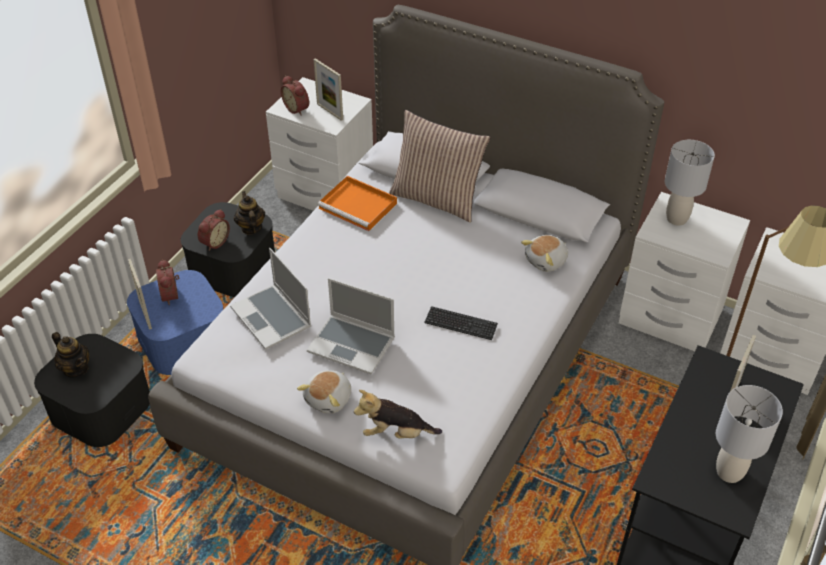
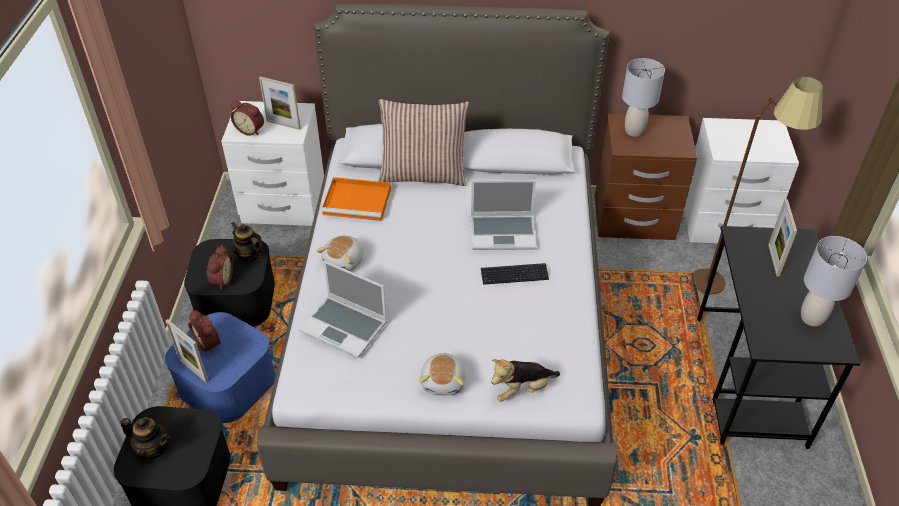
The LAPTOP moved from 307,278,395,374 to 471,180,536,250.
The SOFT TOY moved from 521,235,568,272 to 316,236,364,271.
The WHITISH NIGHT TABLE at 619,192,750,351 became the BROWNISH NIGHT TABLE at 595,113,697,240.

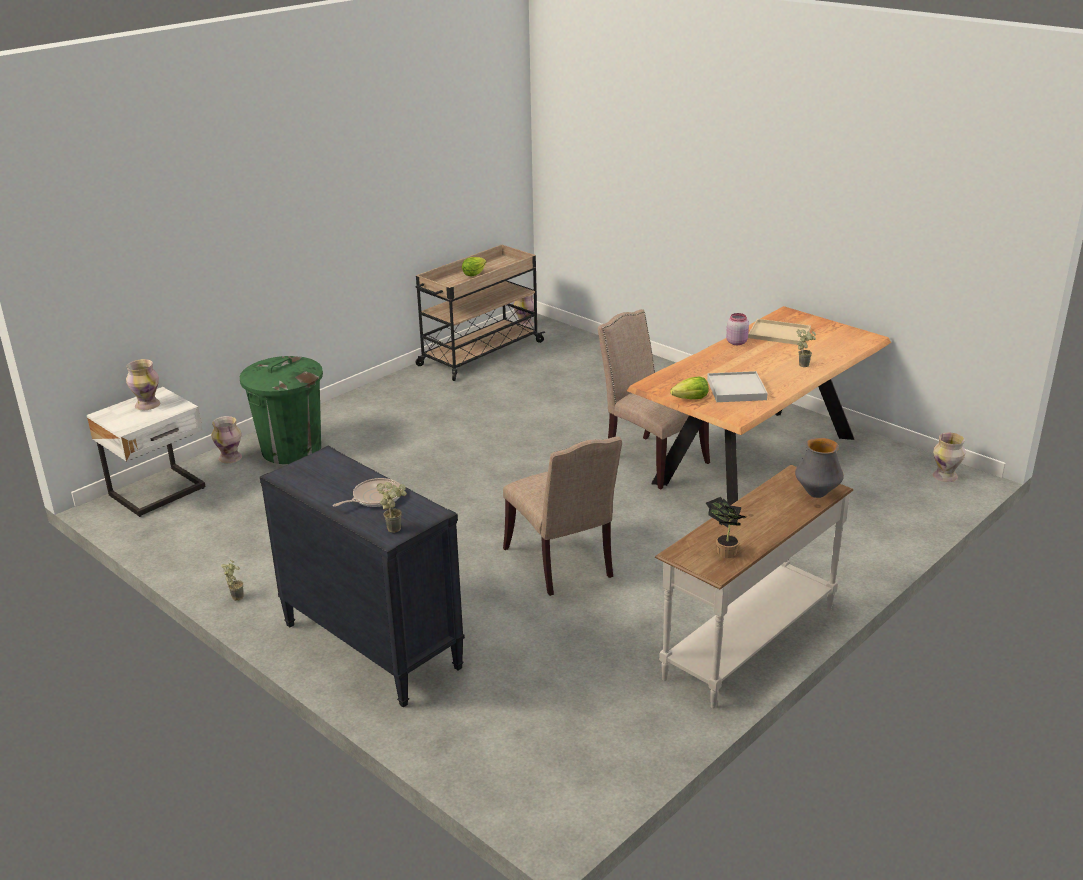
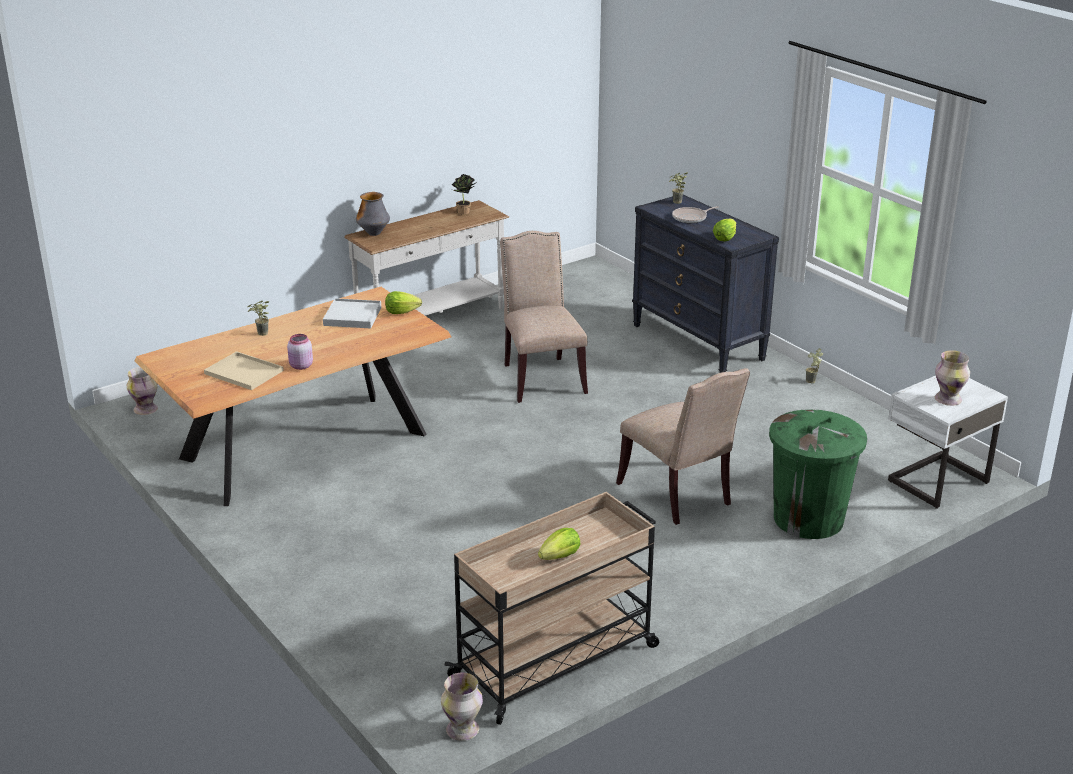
The DECORATIVE VASE at 211,416,242,463 disappeared.
The BEIGE-COLOURED PLAIN CHAIR moved from 598,309,710,490 to 616,368,750,525.
The LETTUCE at 713,219,736,241 appeared.

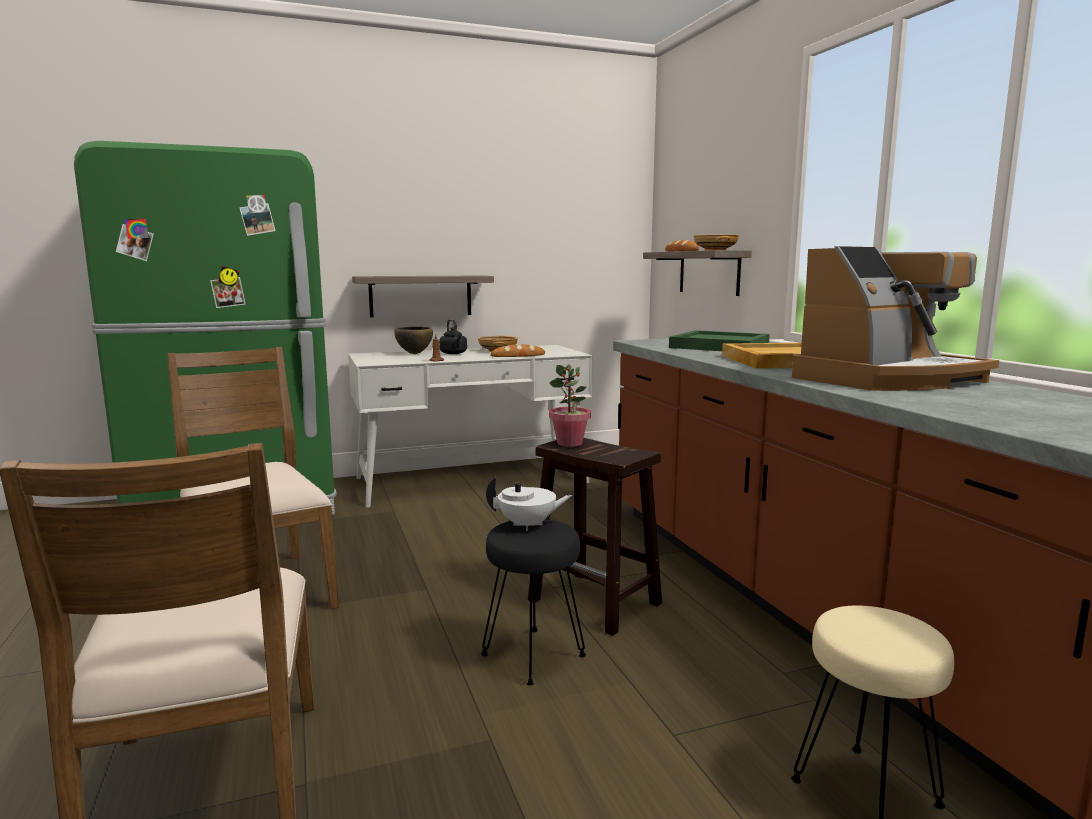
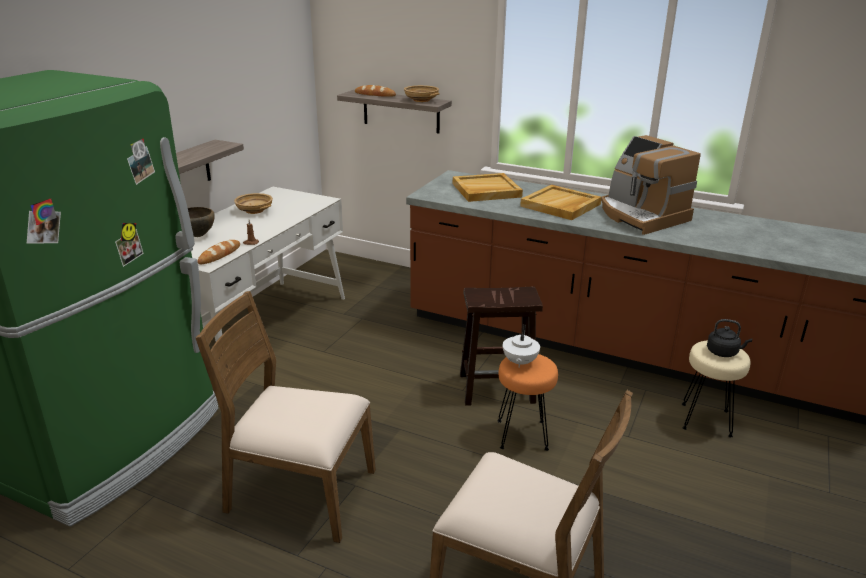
The BLACK TEA KETTLE moved from 439,319,467,354 to 707,319,752,357.
The BLACK SITTING STOOL at 481,519,586,685 became the ORANGEY SITTING STOOL at 497,354,558,451.
The WHITISH POT FOR TEA at 486,476,573,531 turned 150 degrees clockwise.
The BAKERY BREAD moved from 490,344,545,357 to 197,240,240,264.
The POTTED PLANT at 549,364,591,447 disappeared.
The GREEN SERVING TRAY at 669,330,770,351 became the BEIGE-COLOURED SERVING TRAY at 453,173,523,202.
The COFFEE BREWER at 792,246,999,391 turned 135 degrees clockwise.

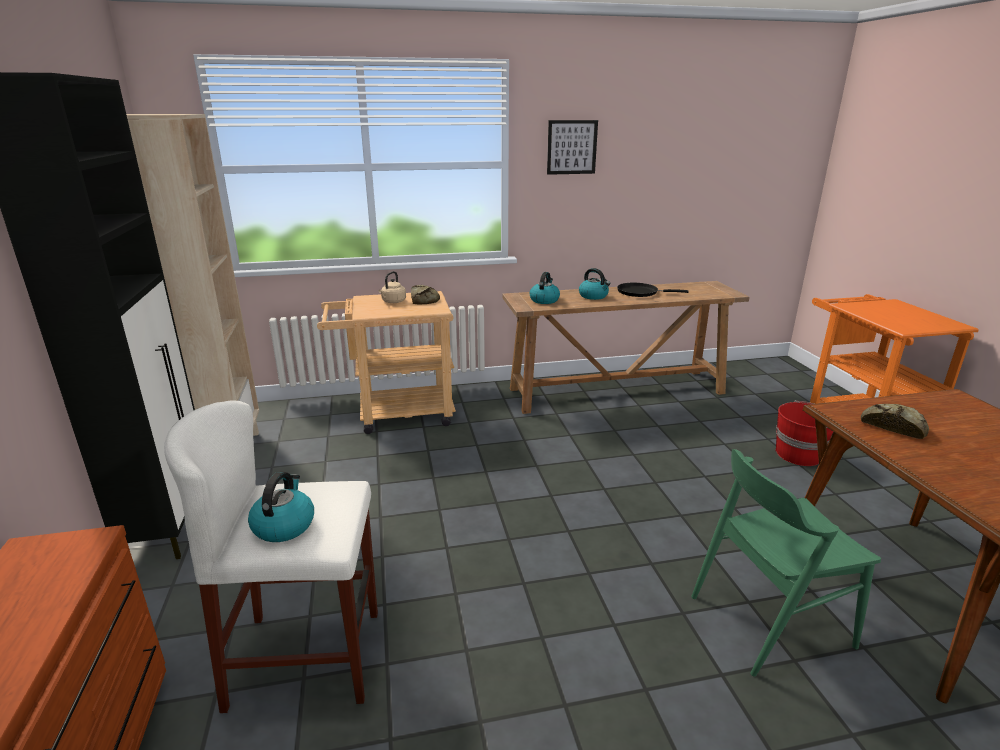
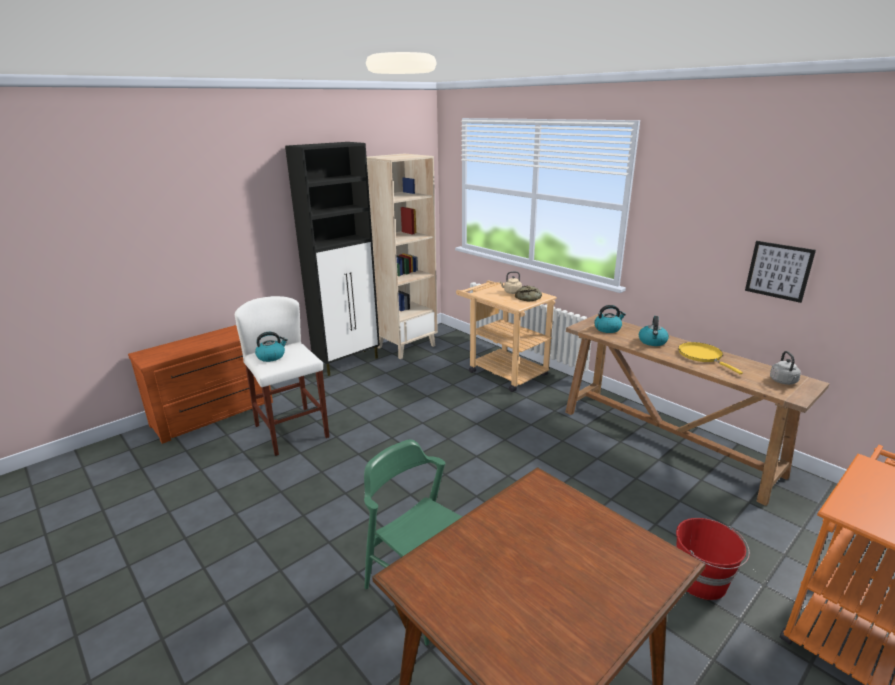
The PICTURE moved from 547,120,598,175 to 745,241,816,303.
The BLACK PAN at 617,283,689,297 became the YELLOW PAN at 678,342,743,374.
The BAKERY BREAD at 861,404,929,439 disappeared.
The GREY TEA KETTLE at 770,351,801,385 appeared.

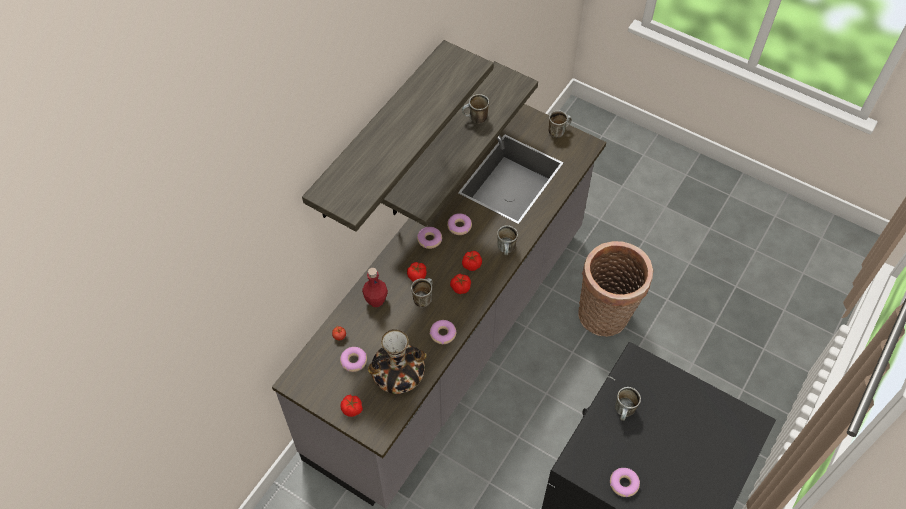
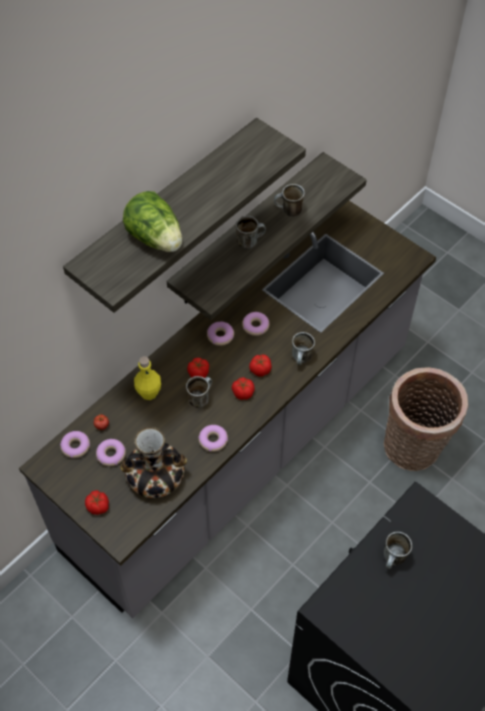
The RED-COLOURED BEVERAGE BOTTLE at 362,268,388,307 became the YELLOW BEVERAGE BOTTLE at 134,356,161,400.
The MUG moved from 548,110,572,138 to 236,216,266,250.
The RING DOUGHNUT moved from 610,468,640,497 to 60,431,90,458.
The LETTUCE at 123,191,182,252 appeared.

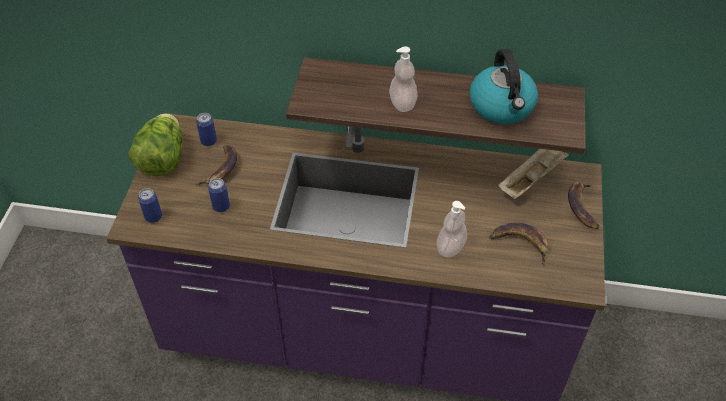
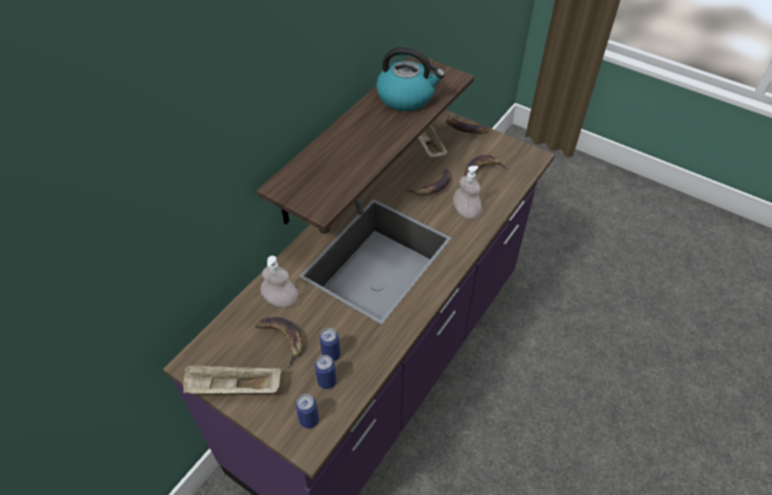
The LETTUCE at 129,113,182,176 was replaced by the BEIGE-COLOURED SERVING TRAY at 183,365,281,394.
The METAL CAN moved from 196,113,217,146 to 315,355,337,389.
The SOAP DISPENSER moved from 389,46,418,112 to 261,256,298,307.
The WHOLE BANANA at 405,169,451,196 appeared.

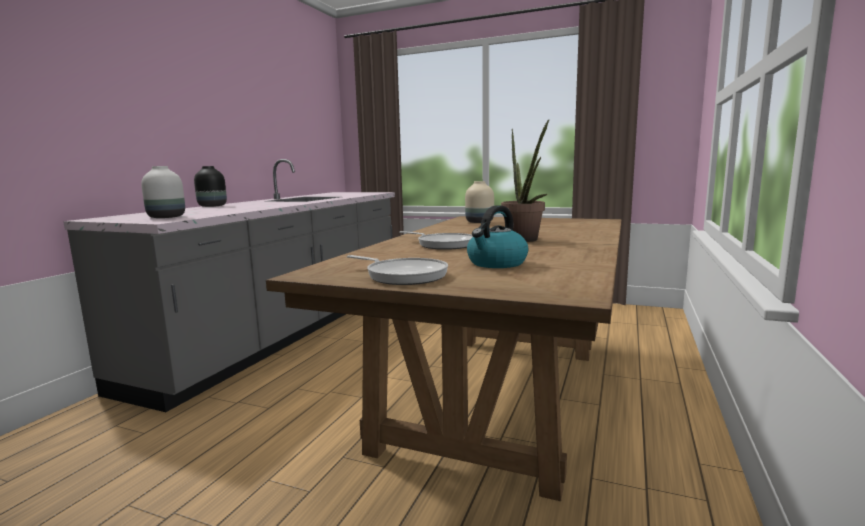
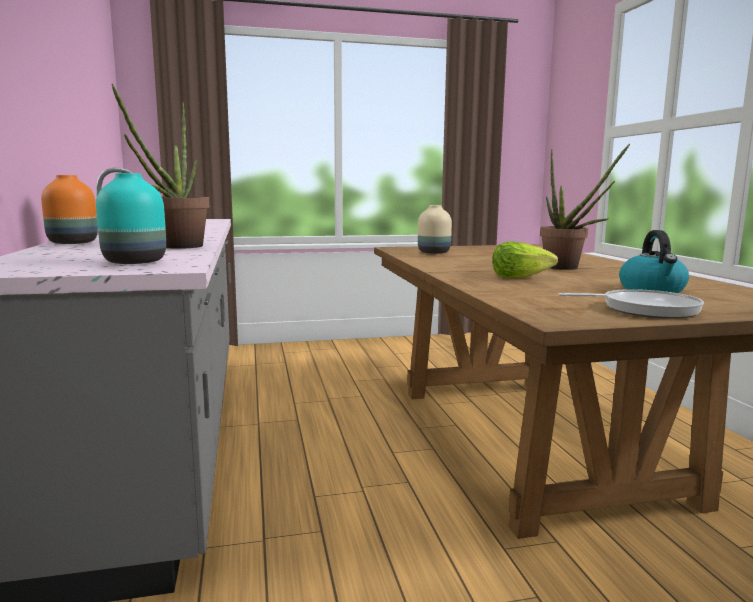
The WHITISH DECORATIVE VASE at 141,166,185,218 became the TURQUOISE-COLOURED DECORATIVE VASE at 96,173,166,264.
The BLACK DECORATIVE VASE at 194,166,227,207 became the ORANGEY DECORATIVE VASE at 41,175,98,244.
The PAN at 399,231,473,250 was replaced by the LETTUCE at 492,241,558,278.
The POTTED PLANT at 111,84,210,249 appeared.

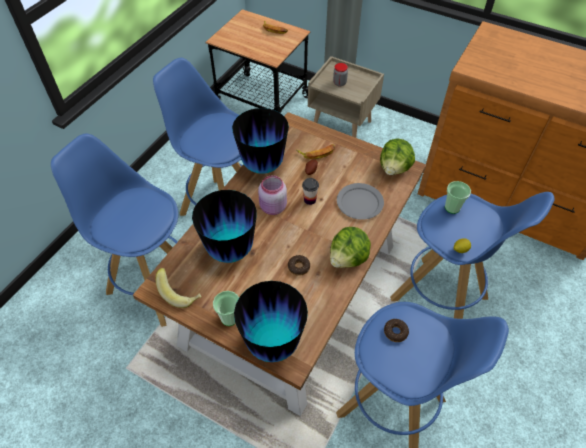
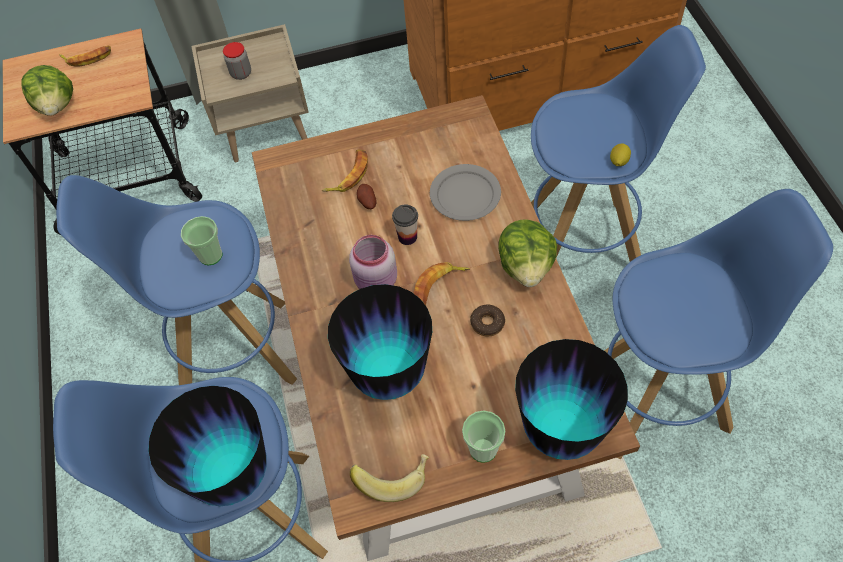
The DECORATIVE VASE moved from 232,108,289,174 to 148,386,267,506.
The LETTUCE moved from 380,139,415,175 to 21,65,73,116.
The RING DOUGHNUT at 384,319,409,342 disappeared.
The CUP moved from 445,181,471,214 to 181,216,222,265.
The WHOLE BANANA at 413,262,470,306 appeared.

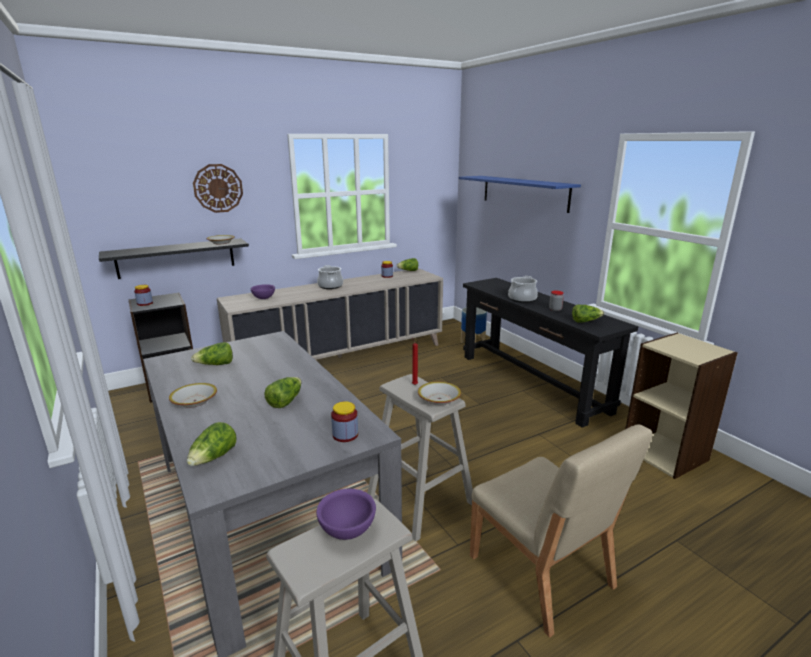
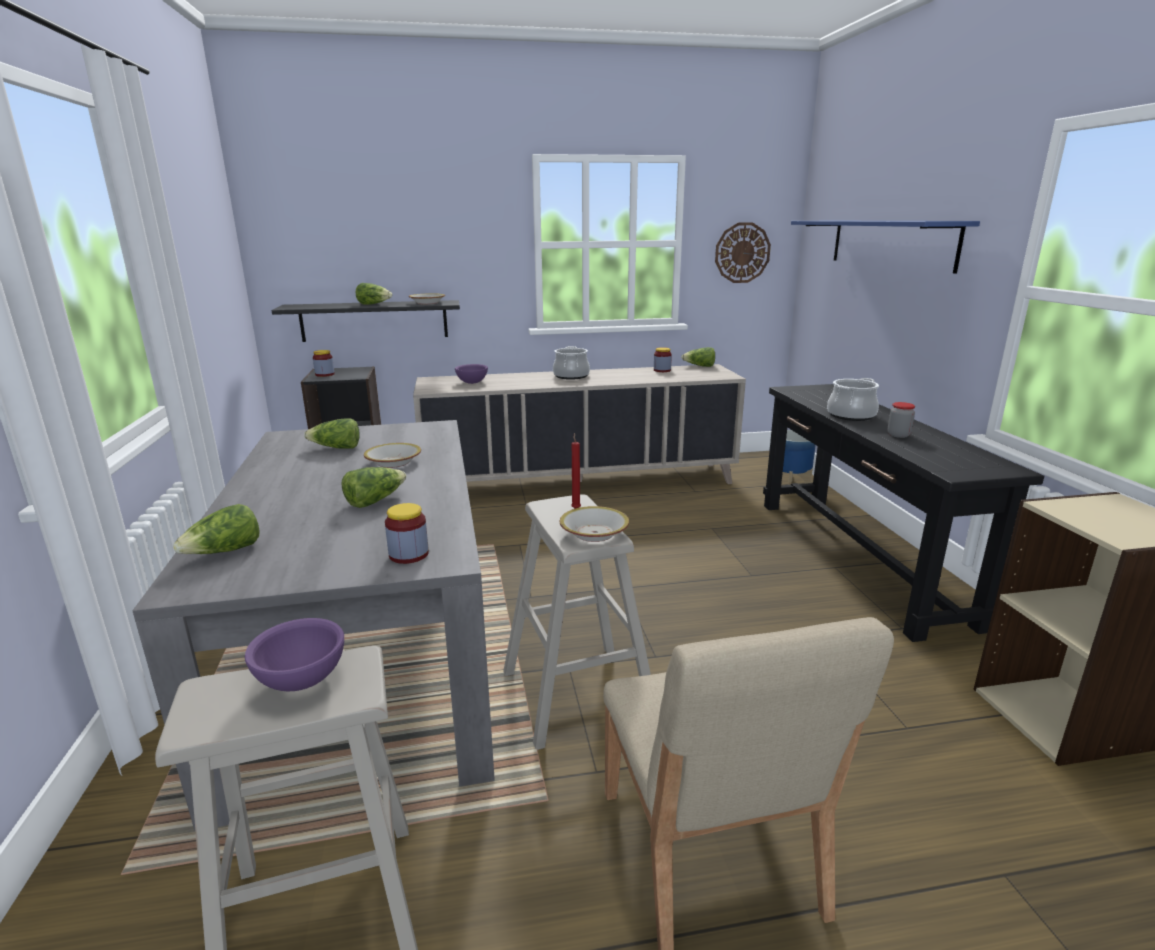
The BOWL moved from 169,383,217,408 to 364,443,421,468.
The WALL CLOCK moved from 193,164,243,213 to 715,222,771,283.
The LETTUCE moved from 572,305,604,323 to 356,283,392,305.

